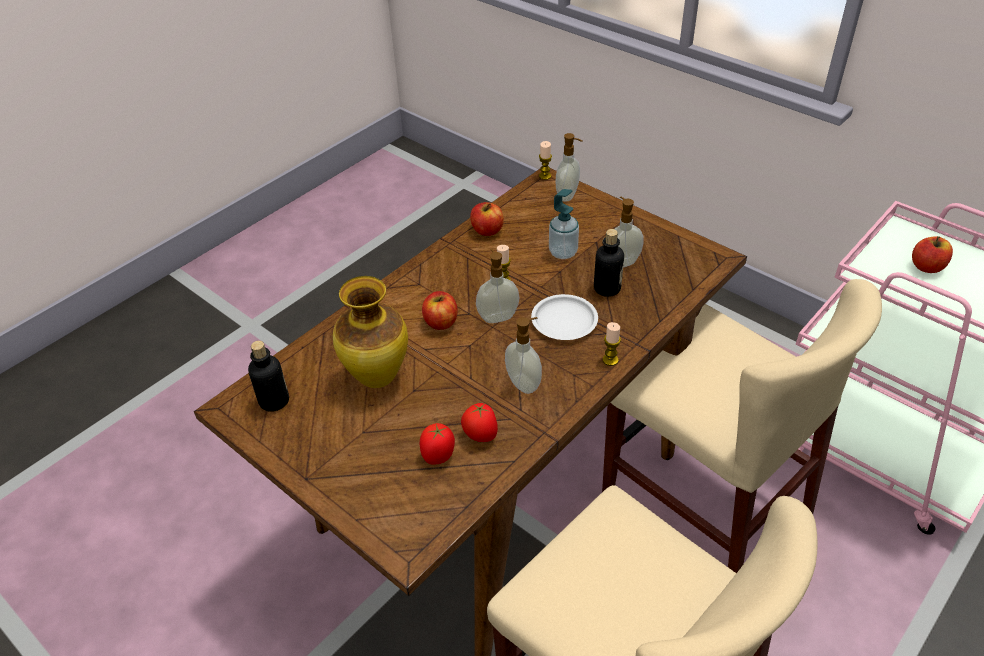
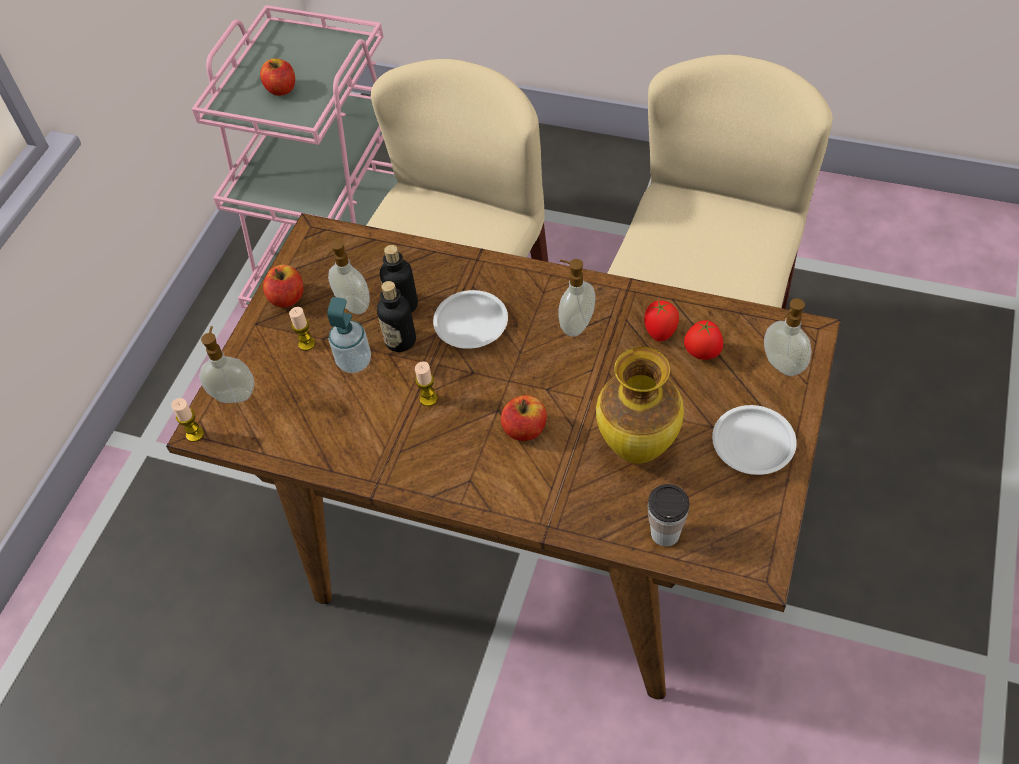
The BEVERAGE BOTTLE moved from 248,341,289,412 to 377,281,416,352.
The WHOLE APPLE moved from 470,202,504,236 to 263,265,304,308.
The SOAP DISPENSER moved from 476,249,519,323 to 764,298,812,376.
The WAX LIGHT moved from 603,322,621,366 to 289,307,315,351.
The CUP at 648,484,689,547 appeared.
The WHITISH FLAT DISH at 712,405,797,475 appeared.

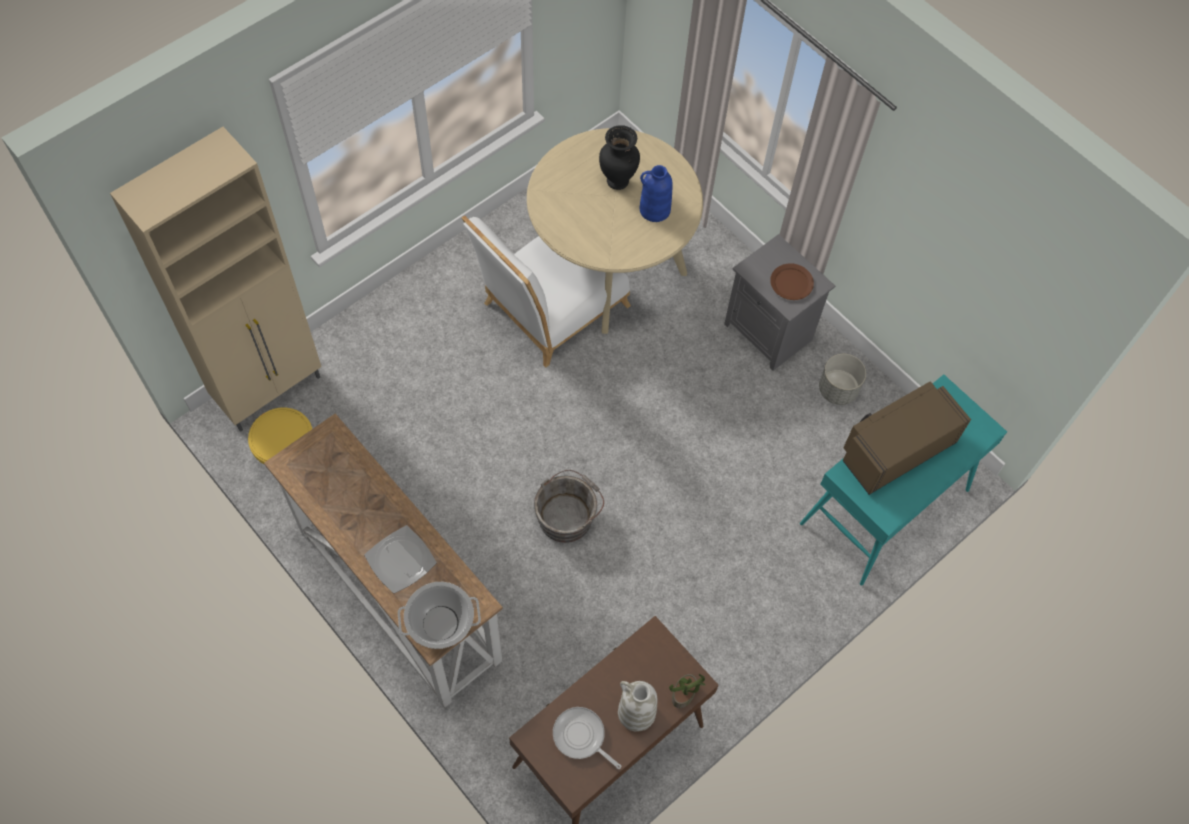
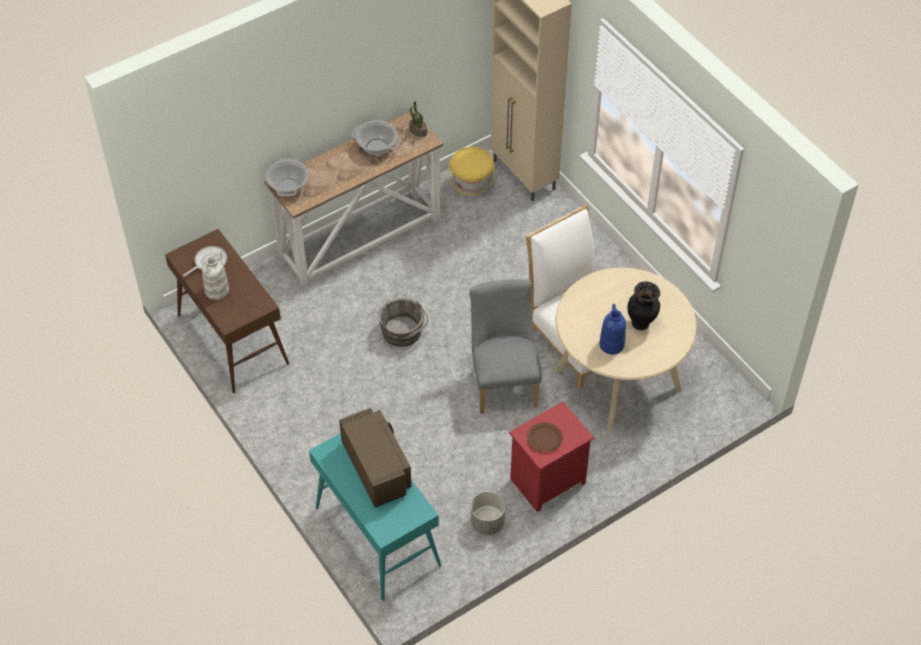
The FLAT DISH at 364,525,437,593 disappeared.
The POTTED PLANT moved from 669,674,705,708 to 409,101,427,137.
The GREY NIGHT TABLE at 724,234,835,371 became the RED-COLOURED NIGHT TABLE at 509,402,594,512.
The COOKING POT at 352,121,401,155 appeared.
The GREY PLAIN CHAIR at 470,279,542,414 appeared.

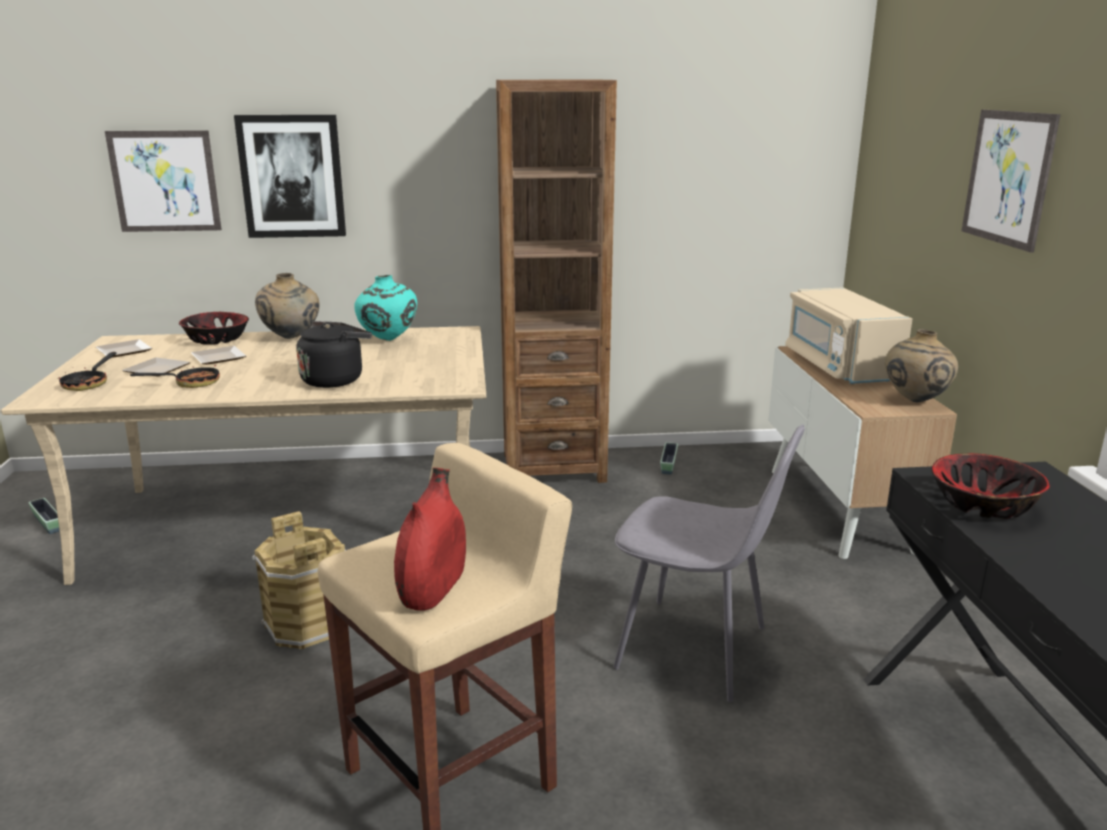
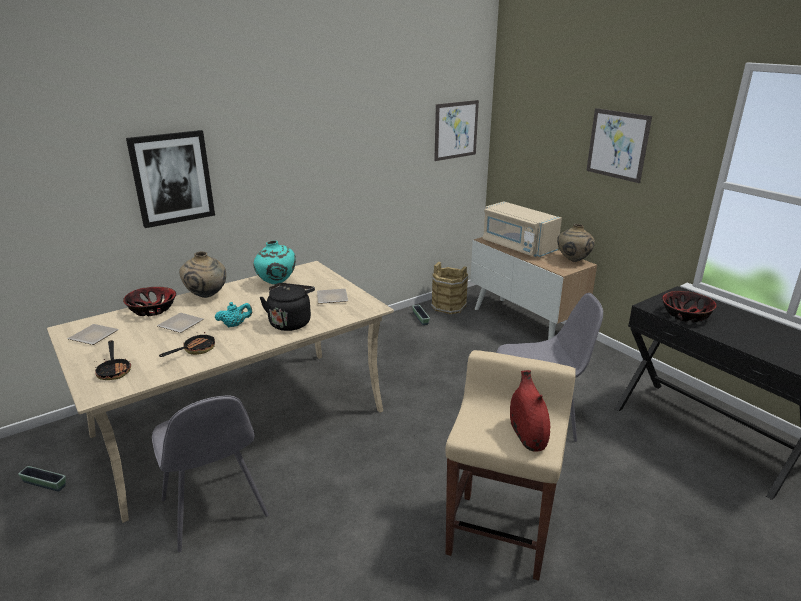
The PICTURE moved from 105,130,222,232 to 434,100,479,161.
The FLAT DISH moved from 122,358,191,377 to 317,289,348,304.
The BROWNISH PAIL moved from 252,511,346,649 to 431,262,468,314.
The BROWNISH BOOKSHELF at 496,80,617,483 disappeared.
The GREY PLAIN CHAIR at 152,396,269,552 appeared.
The TURQUOISE-COLOURED POT FOR TEA at 215,302,252,327 appeared.

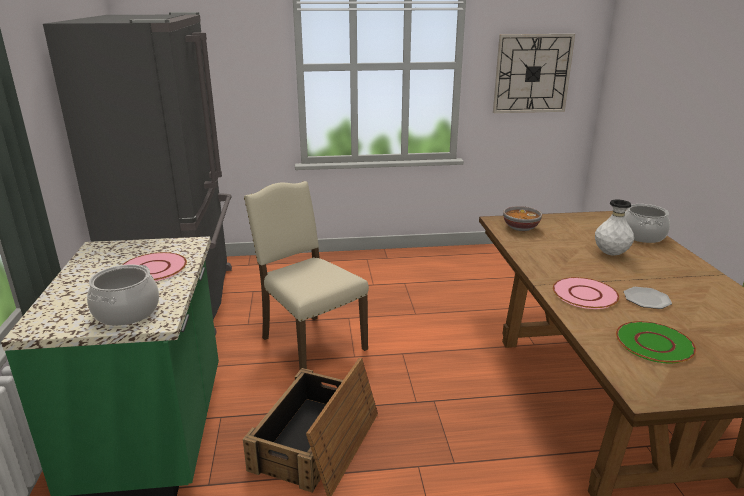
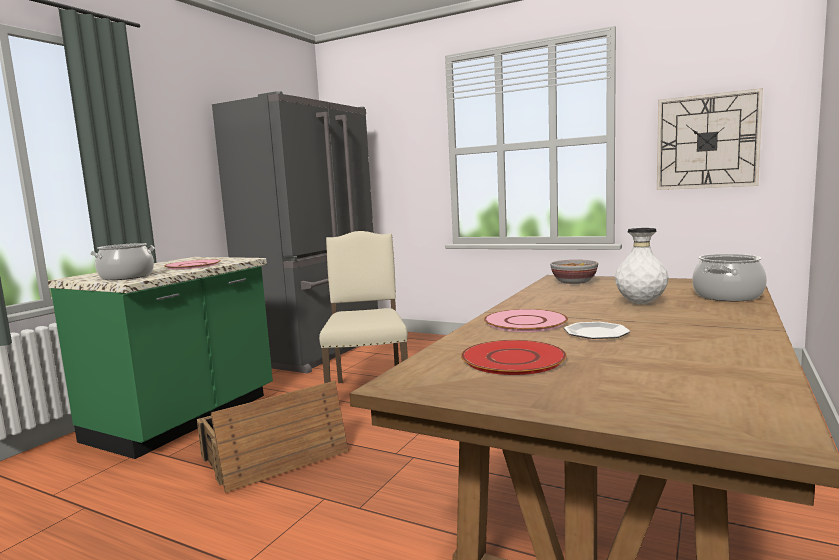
The GREEN FLAT DISH at 616,321,696,363 became the RED-COLOURED FLAT DISH at 461,340,567,375.

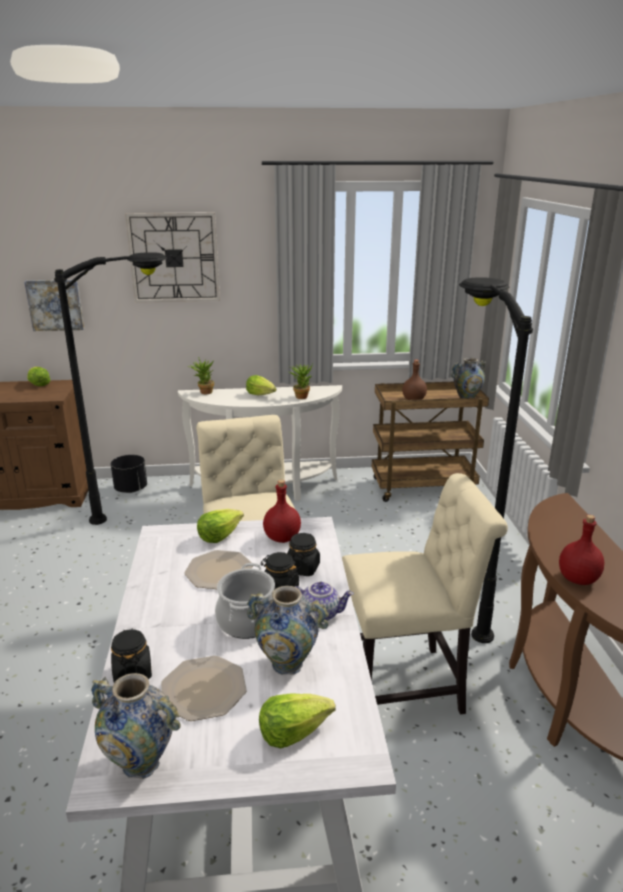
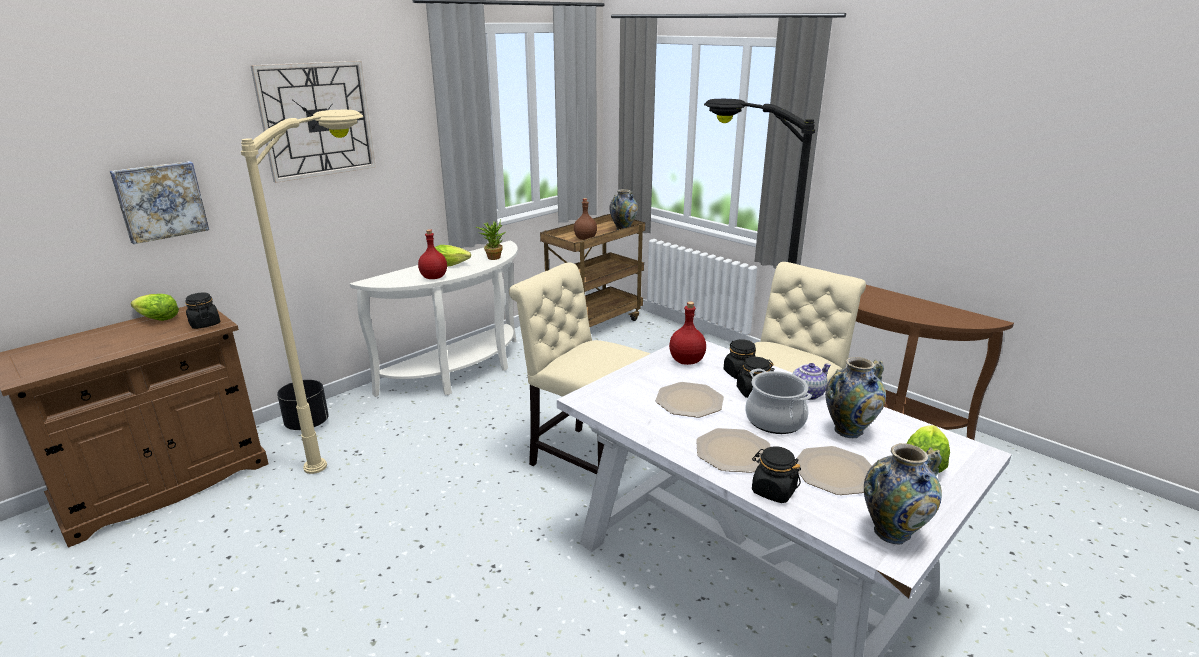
The BLACK FLOOR LAMP at 54,252,167,525 became the BEIGE-COLOURED FLOOR LAMP at 241,110,363,474.
The POTTED PLANT at 188,357,214,394 disappeared.
The LETTUCE at 197,509,244,543 disappeared.
The RED-COLOURED BEVERAGE BOTTLE moved from 559,515,604,585 to 418,229,447,279.
The BLACK STORAGE JAR at 185,293,220,329 appeared.
The FLAT DISH at 696,428,771,473 appeared.

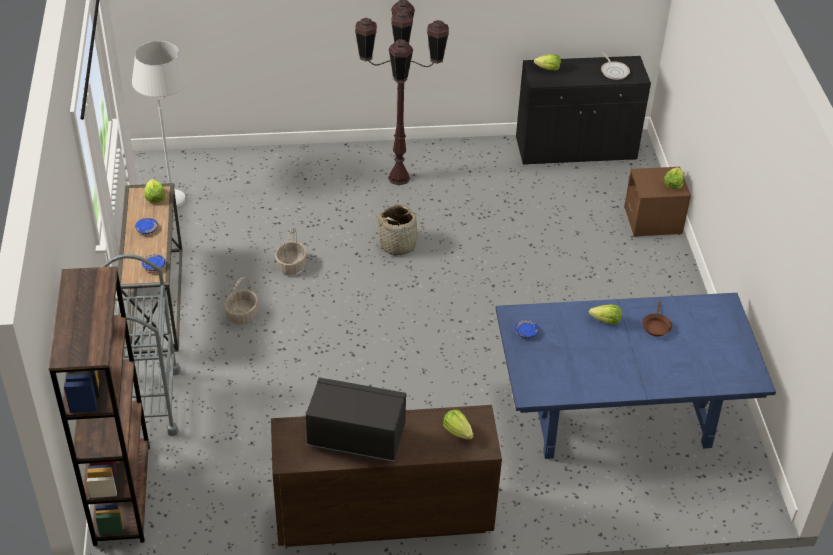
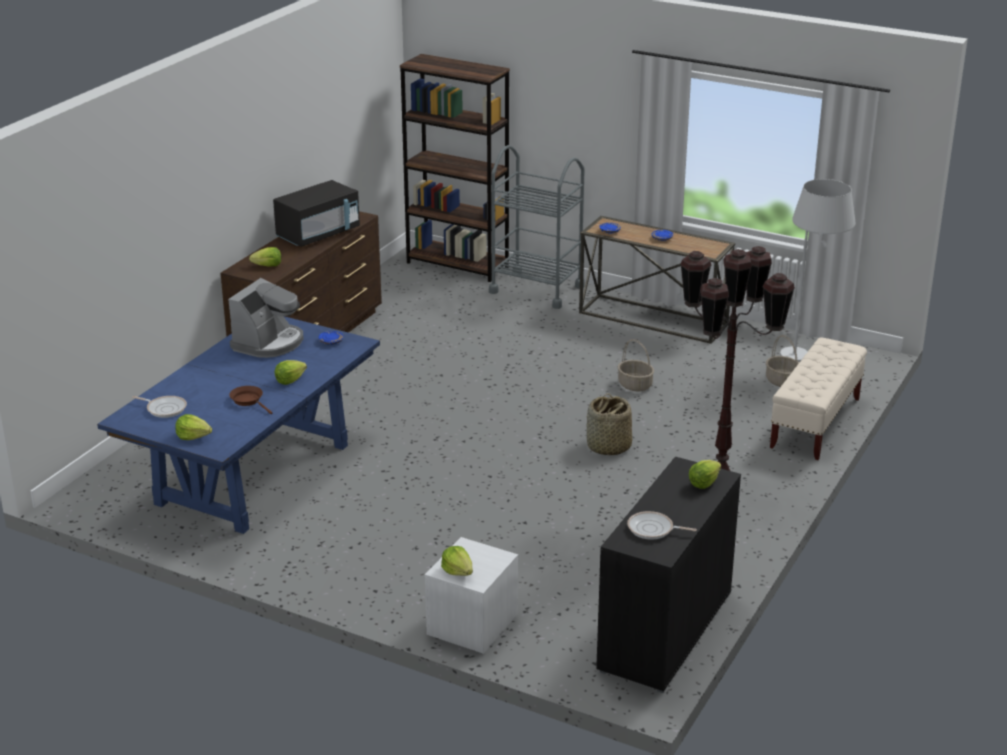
The LETTUCE moved from 144,179,166,203 to 175,414,212,440.
The HOUSEHOLD BASKET moved from 224,277,258,324 to 766,335,799,387.
The BROWNISH NIGHT TABLE at 624,167,691,237 became the WHITISH NIGHT TABLE at 425,537,518,654.
The PAN at 132,396,187,418 appeared.
The COFFEE BREWER at 228,278,303,358 appeared.
The BEIGE-COLOURED BENCH at 770,337,867,460 appeared.

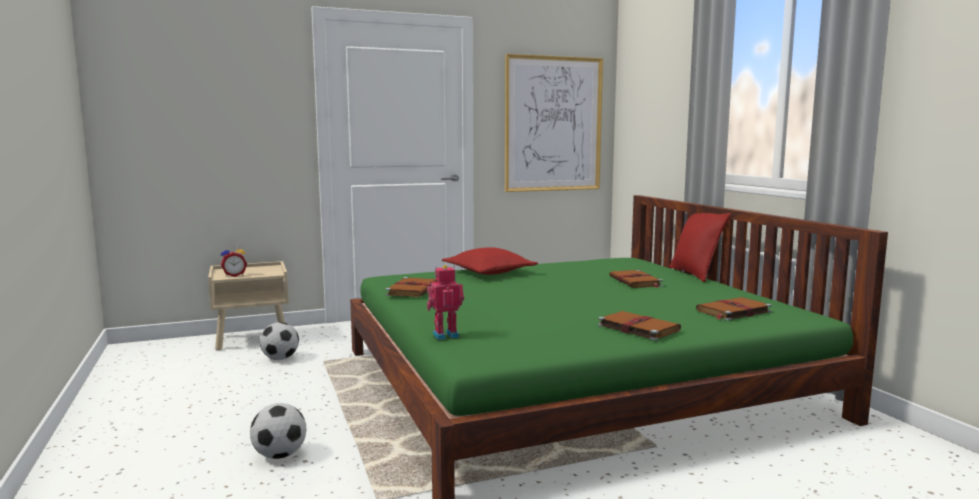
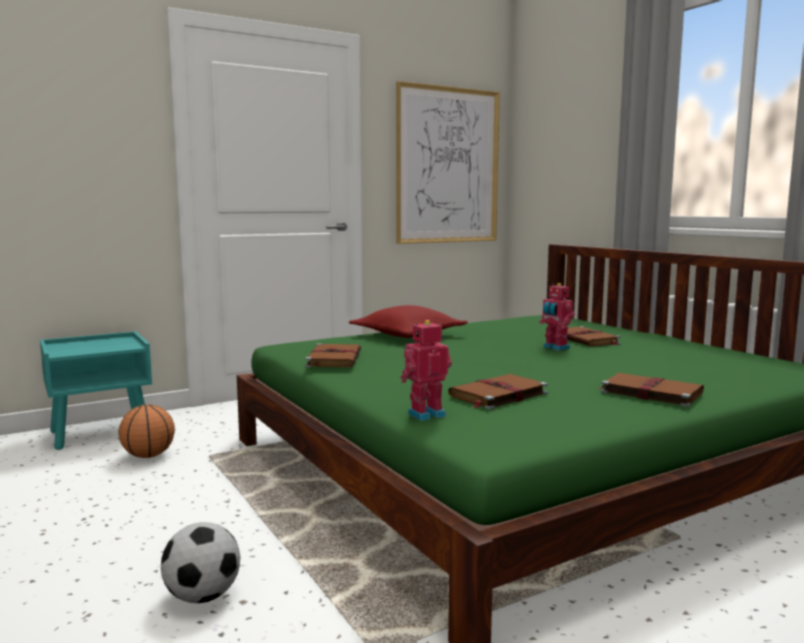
The BEIGE-COLOURED NIGHT TABLE at 208,261,289,350 became the TURQUOISE-COLOURED NIGHT TABLE at 40,331,152,450.
The TABLE CLOCK at 220,244,247,277 disappeared.
The FOOTBALL at 260,322,299,360 was replaced by the BASKETBALL at 118,404,175,458.
The RED-COLOURED CUSHION at 669,213,731,282 disappeared.
The BROWNISH BOUND BOOK moved from 696,297,772,321 to 448,374,548,409.
The MODEL ROBOT at 539,283,575,351 appeared.

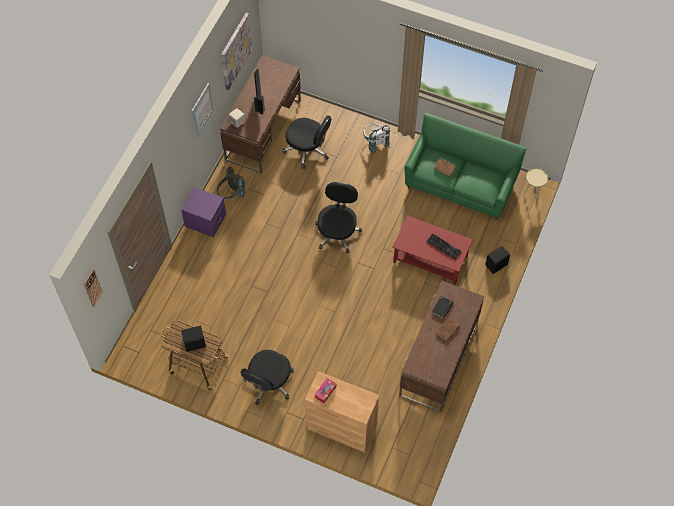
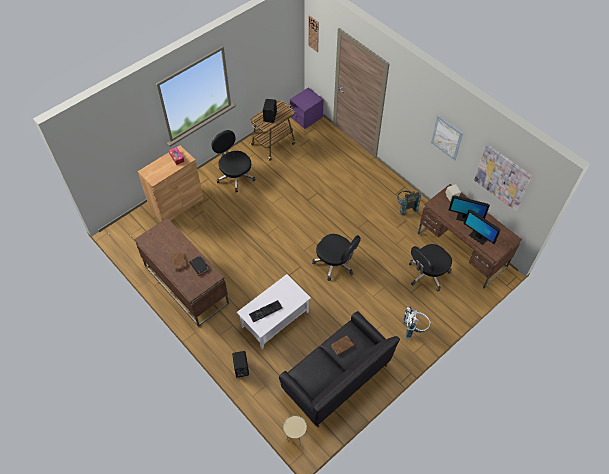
The PURPLISH NIGHT TABLE moved from 181,187,226,237 to 290,87,324,129.
The RED-COLOURED COFFEE TABLE at 392,216,473,285 became the WHITISH COFFEE TABLE at 237,274,311,349.
The GREEN SETTEE at 404,113,527,220 became the BLACK SETTEE at 279,311,400,427.
The MONITOR at 463,209,500,245 appeared.

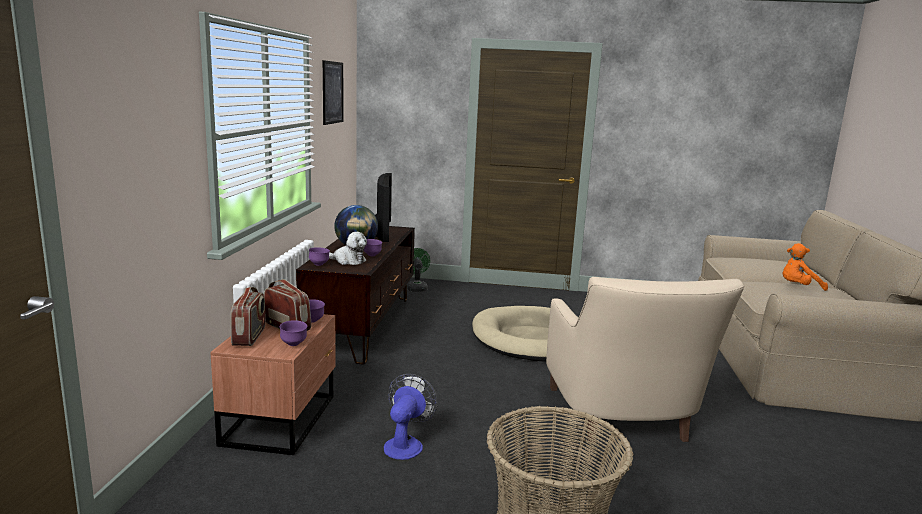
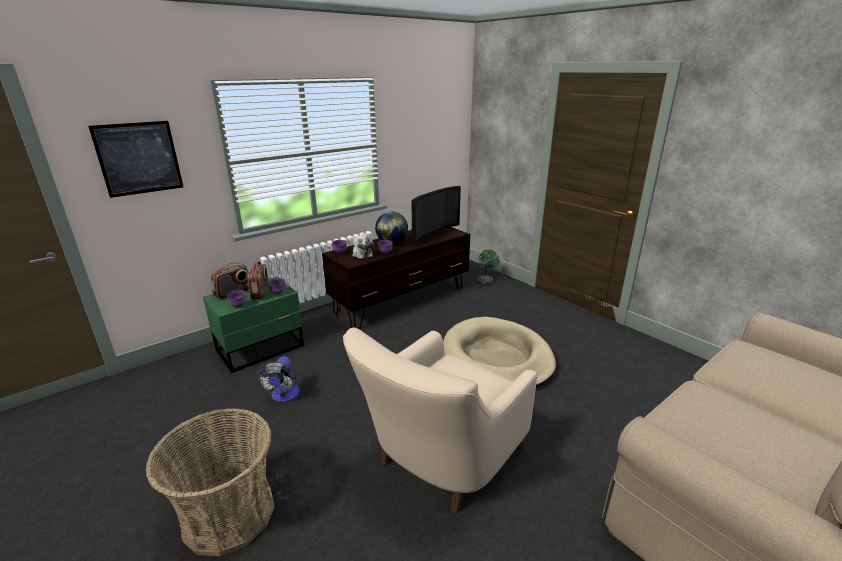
The BROWNISH NIGHT TABLE at 210,314,336,455 became the GREEN NIGHT TABLE at 203,276,304,373.
The PICTURE moved from 323,60,343,125 to 88,121,183,198.
The ELECTRIC FAN at 384,374,438,460 turned 120 degrees clockwise.
The ORANGEY SOFT TOY at 783,243,828,291 disappeared.

